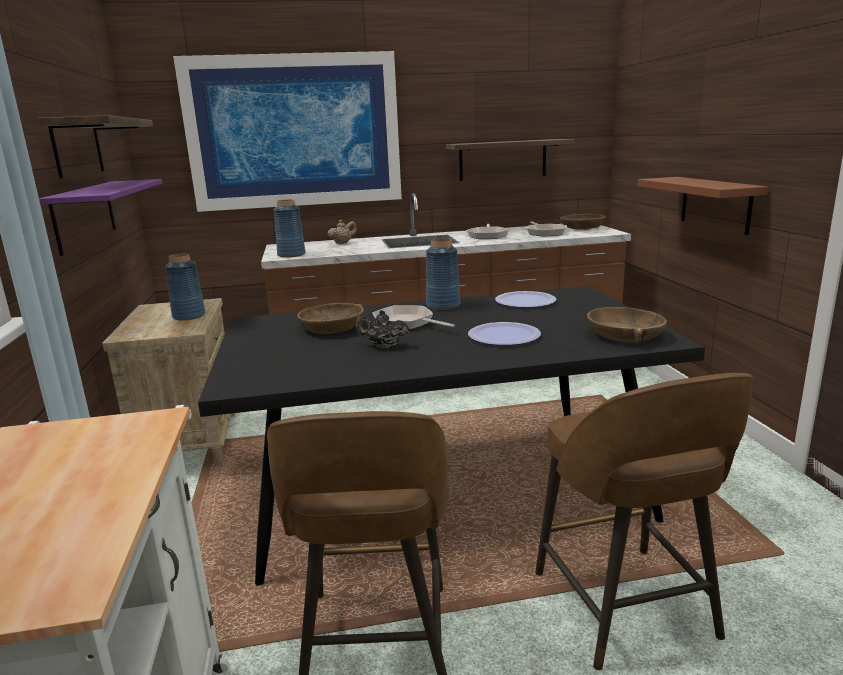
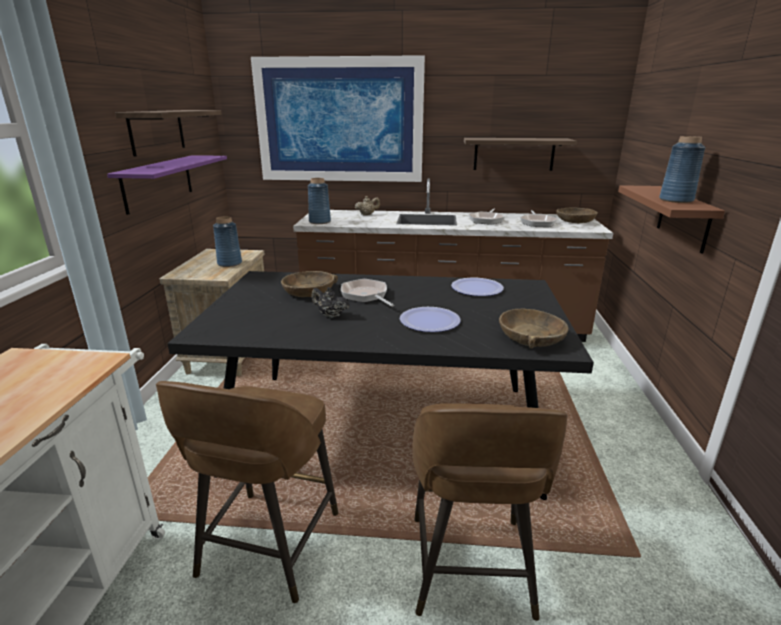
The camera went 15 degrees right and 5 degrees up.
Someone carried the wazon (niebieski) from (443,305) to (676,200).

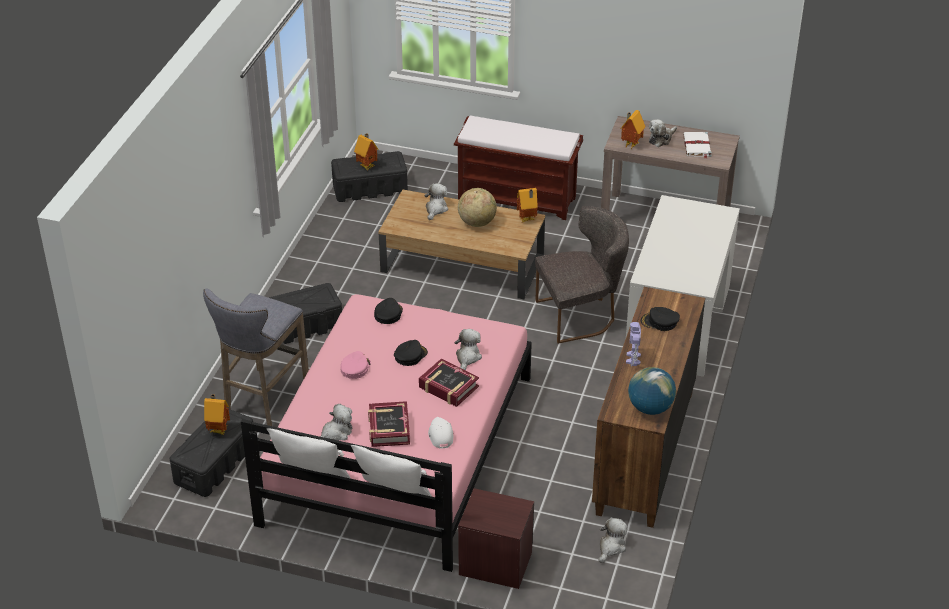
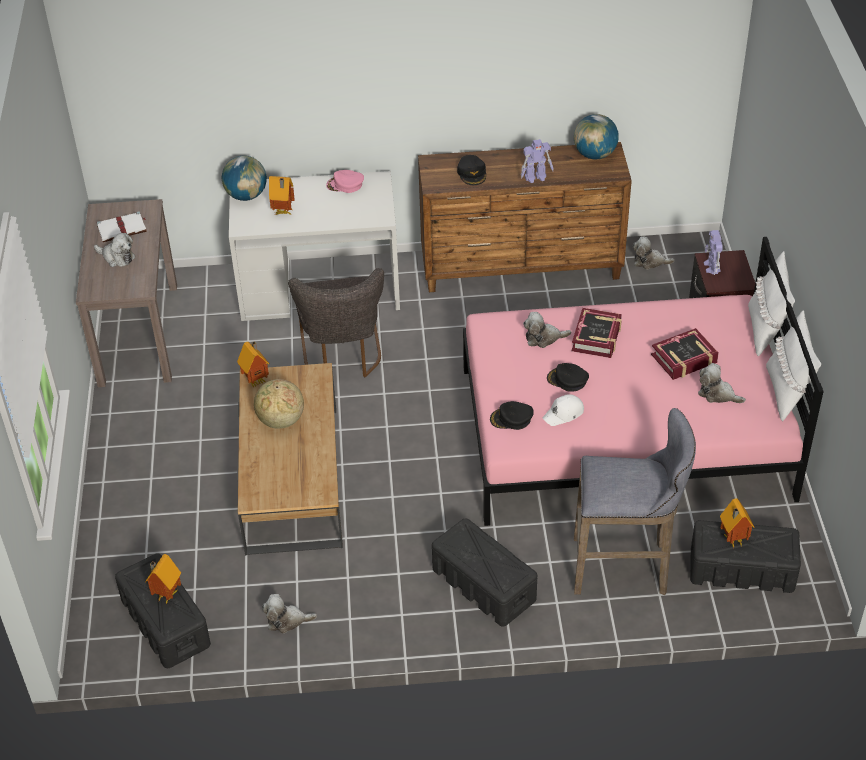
The camera went 110 degrees left and 5 degrees up.
Someone carried the czapka z daszkiem (różowy) from (355,368) to (345,185).
Someone carried the pluszak from (435,209) to (287,620).
Someone carried the czapka z daszkiem (biały) from (440,435) to (564,414).
Someone took away the ławka (brązowy) at (518,198).
Someone rotated the krzesło (szary) at (580,315) by 150 degrees counterclockwise.
Someone carried the domek from (630,145) to (283,212).
Someone put down the globus at (246,195).
Someone put down the robot zabawkowy at (712,267).

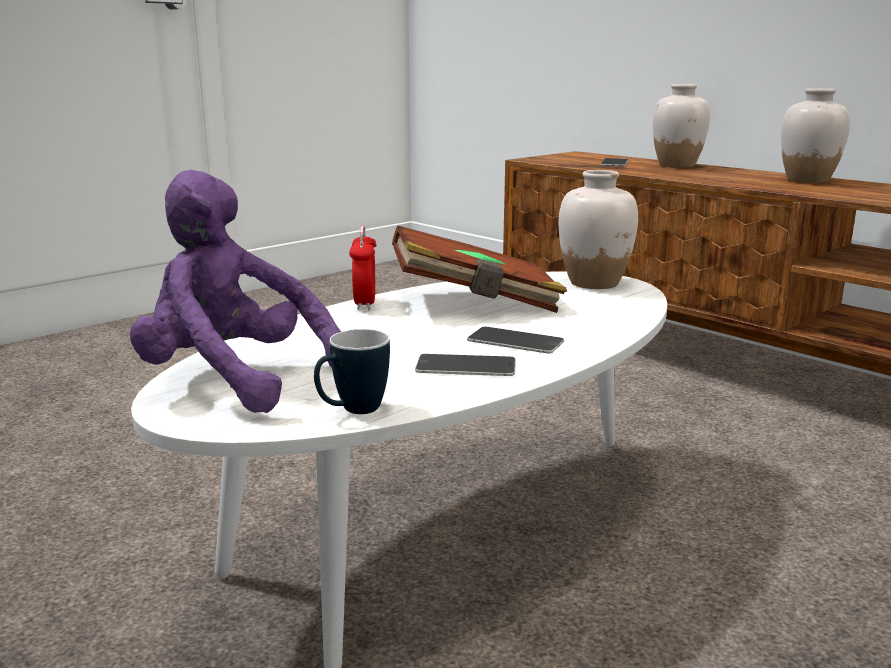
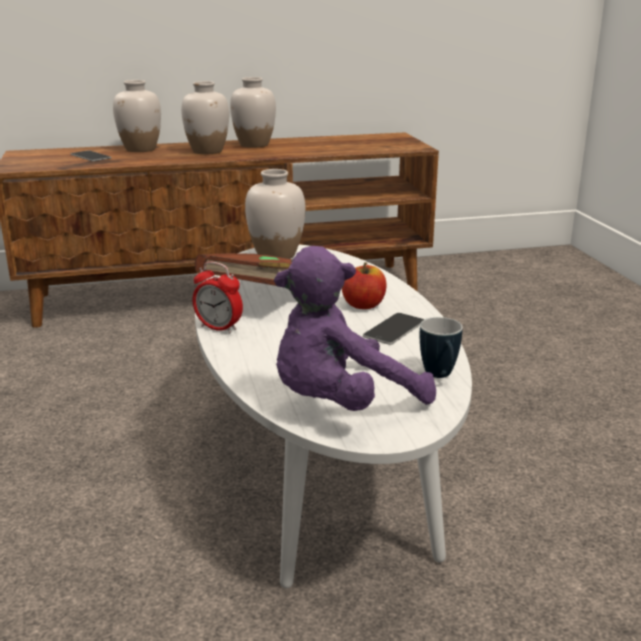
The camera went 60 degrees left and 5 degrees up.
Someone swapped the telefon at (515,341) for the jabłko at (363,305).
Someone put down the wazon (biały) at (208,151).

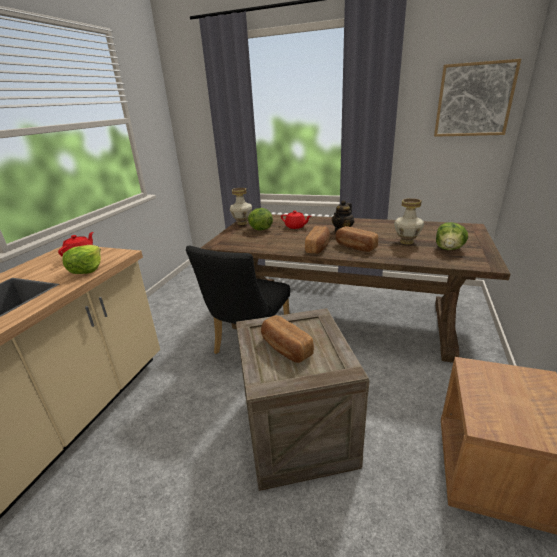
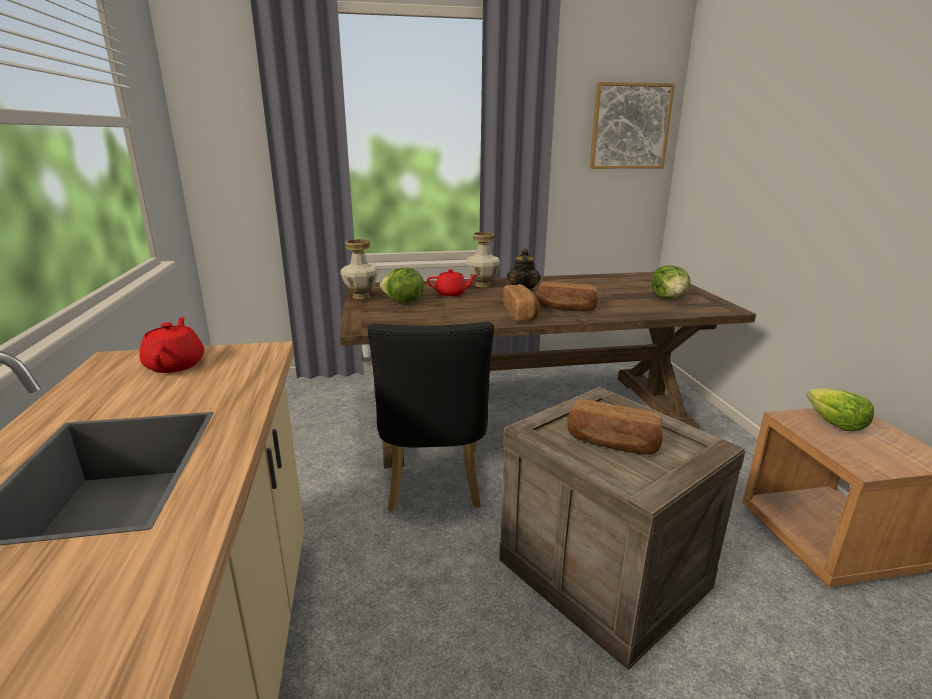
The camera went 30 degrees left and 5 degrees down.
Someone carried the sałata from (86,269) to (835,423).
Someone carried the wazon from (406,241) to (482,285).

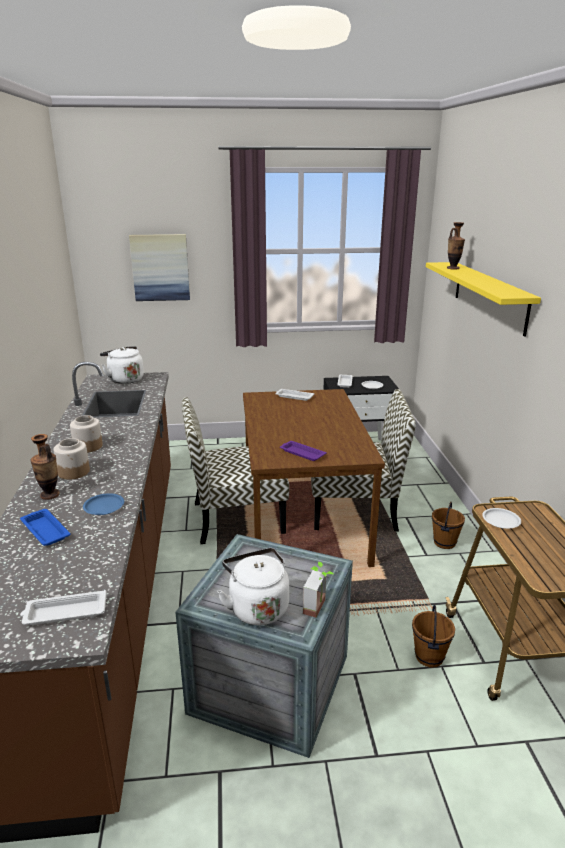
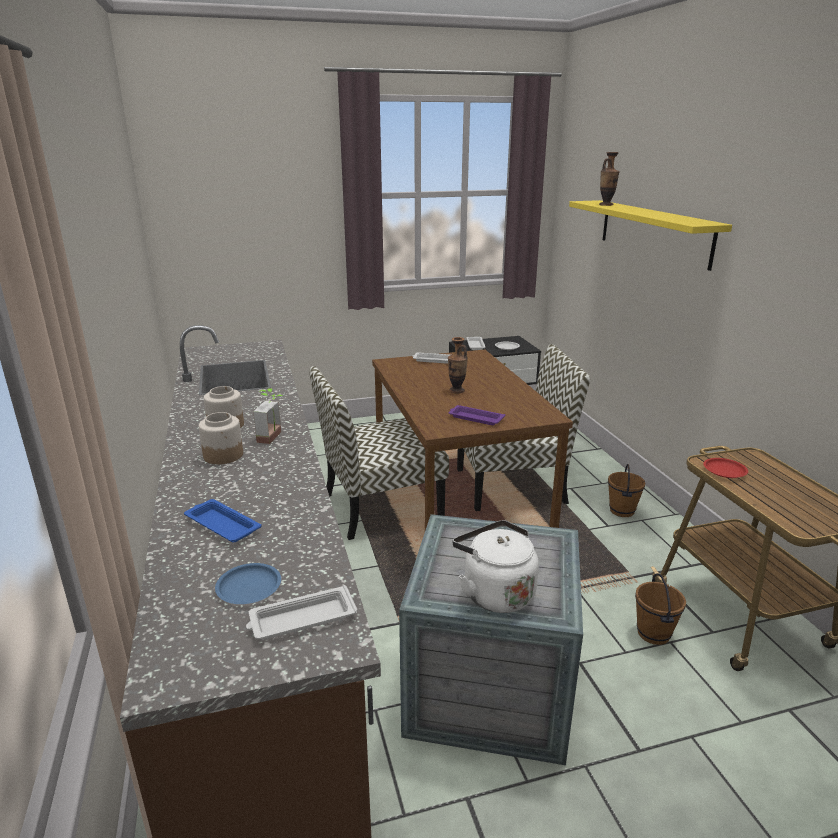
The camera went 10 degrees left and 0 degrees up.
Someone carried the wazon from (50,495) to (456,390).
Someone carried the talerz (niebieski) from (103,507) to (248,588).
Someone took away the czajnik (biały) at (124,379).
Someone took away the obraz at (160,267).
Someone carried the roślina doniczkowa from (319,608) to (274,437).
Someone repainted the talerz (biały) at (501,521), which became the talerz (czerwony) at (725,471).

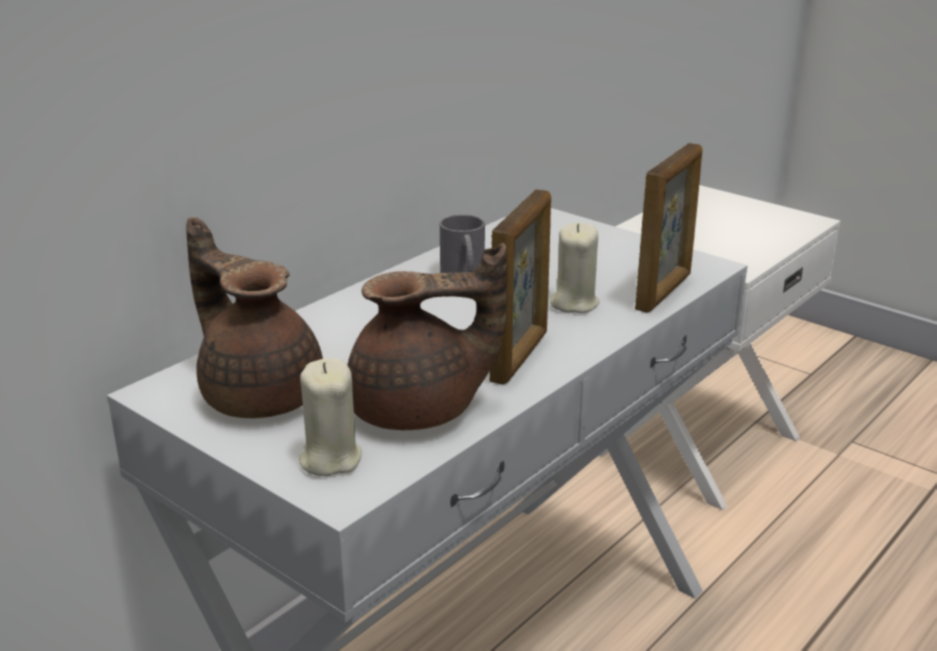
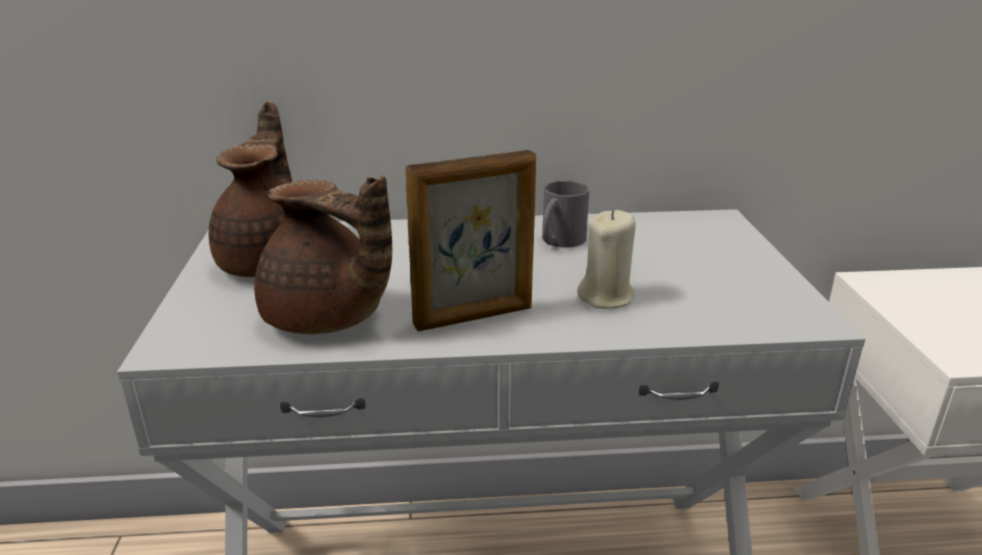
The camera went 45 degrees right and 0 degrees up.
Someone took away the świeca (beżowy) at (330,458).
Someone took away the ramka na zdjęcie at (664,292).

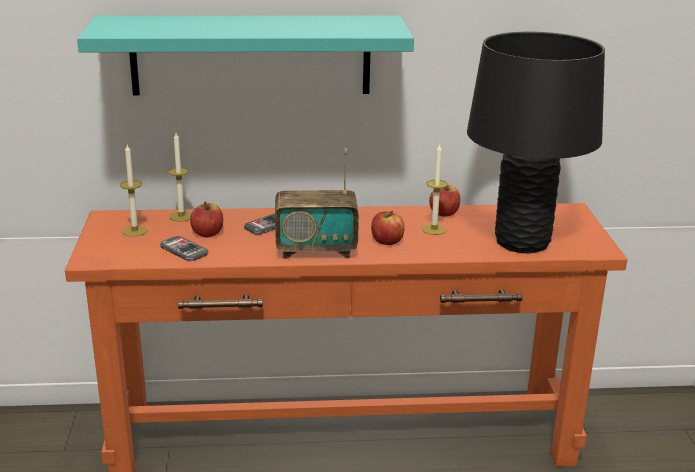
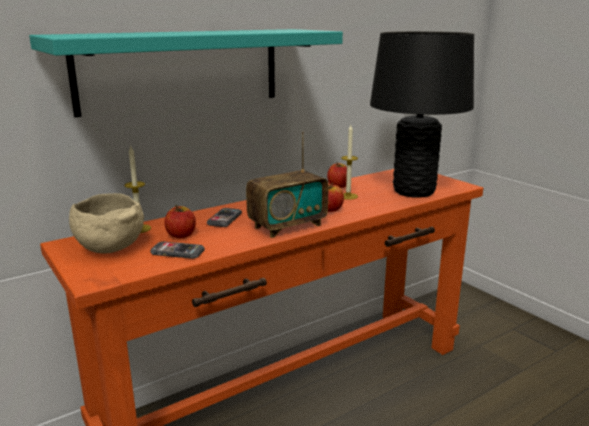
The camera went 30 degrees left and 5 degrees down.
Someone swapped the świeca at (135,231) for the miska (beżowy) at (109,248).

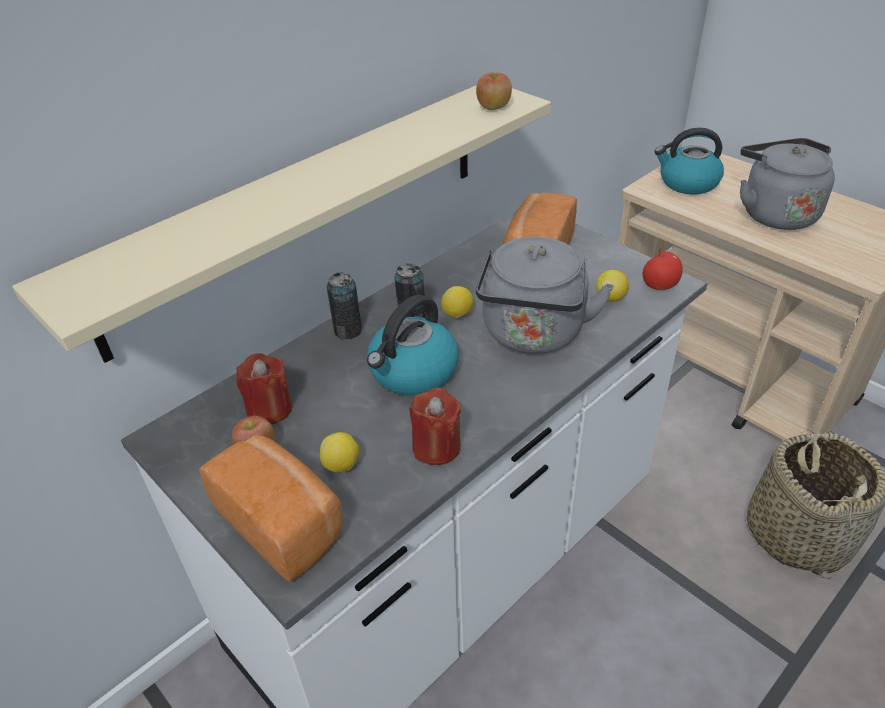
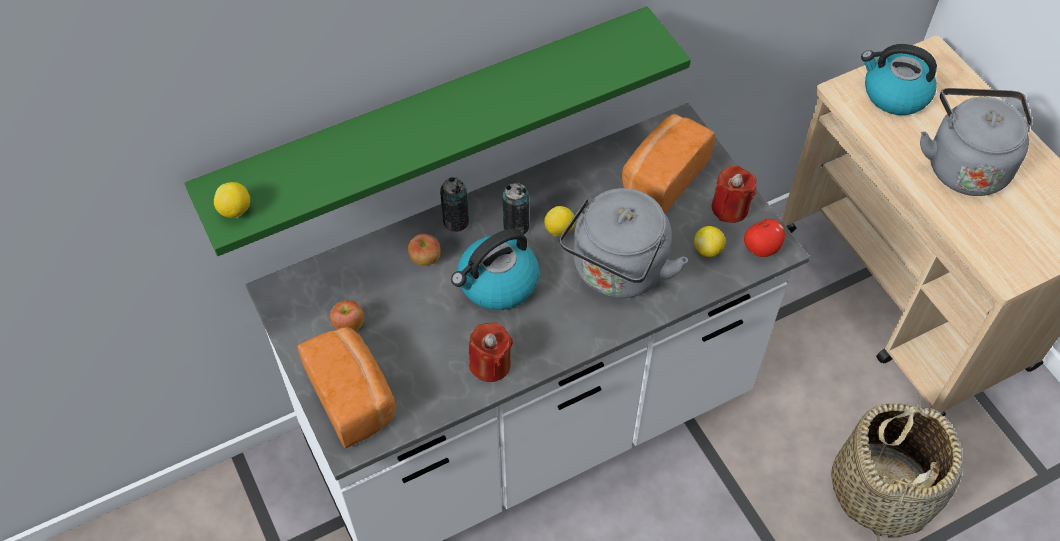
The camera went 15 degrees right and 15 degrees up.
Someone repainted the półka (beżowy) at (303,210), which became the półka (zielony) at (431,121).
Someone carried the świeca (czerwony) from (269,409) to (730,208).
Someone carried the cytryna from (342,465) to (236,211).
Someone carried the jabłko from (493,108) to (425,259).

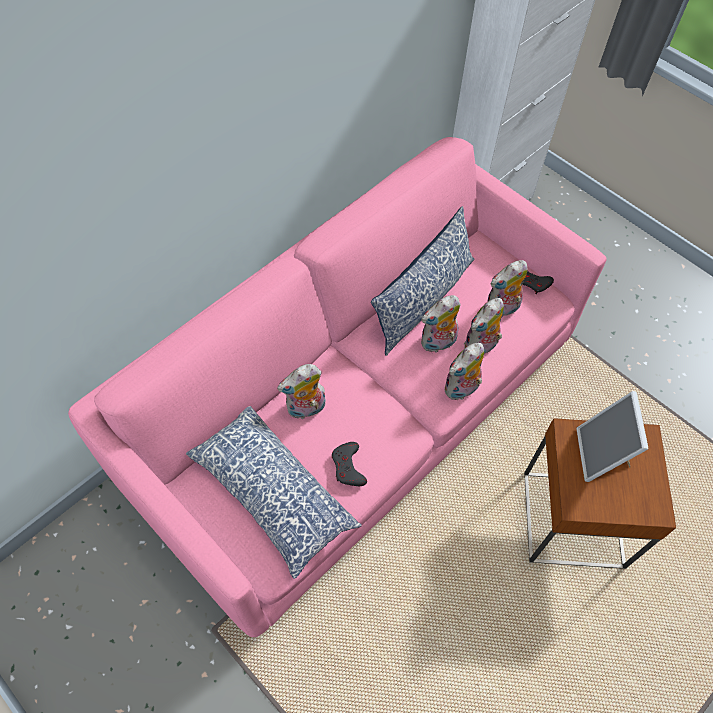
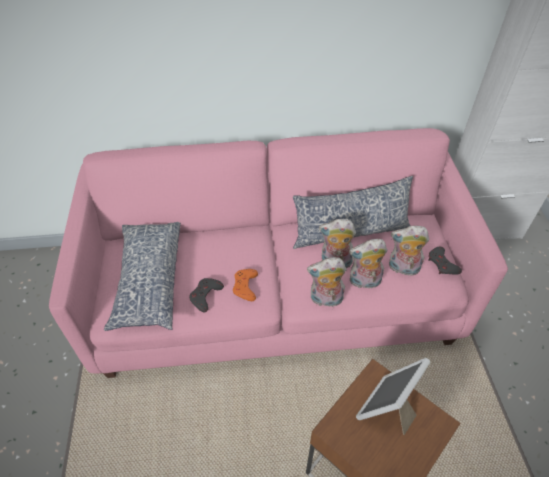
The camera went 40 degrees right and 10 degrees down.
Someone took away the pluszak at (306,409).
Someone put down the pad do gier (pomarańczowy) at (245,286).

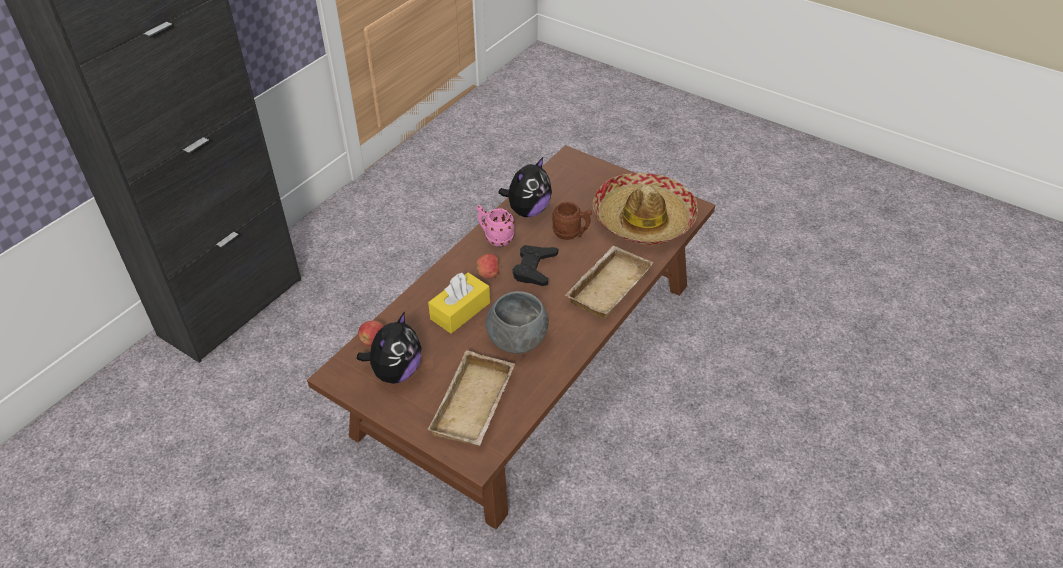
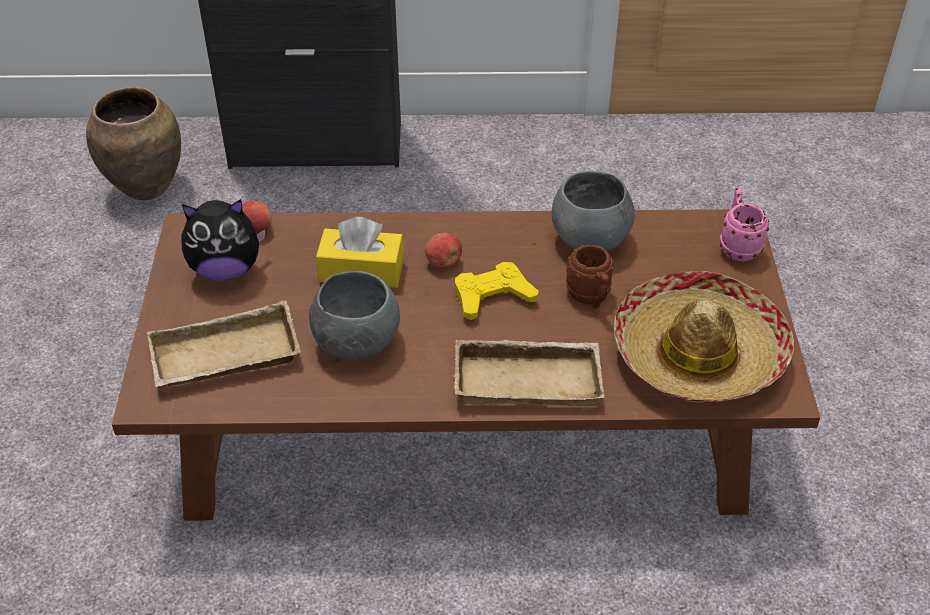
The camera went 55 degrees right and 0 degrees up.
Someone carried the kubek (różowy) from (495,238) to (737,246).
Someone swapped the pluszak at (527,210) for the miska (szary) at (591,238).
Someone repainted the pad do gier (czarny) at (534,268), which became the pad do gier (żółty) at (492,296).
Someone put down the wazon (brązowy) at (147,187).

